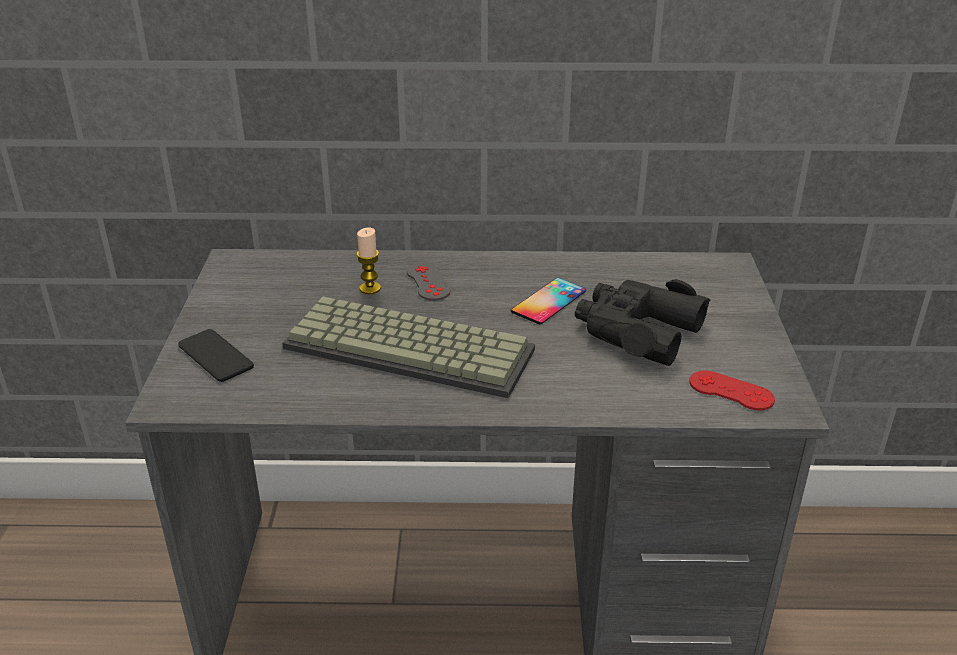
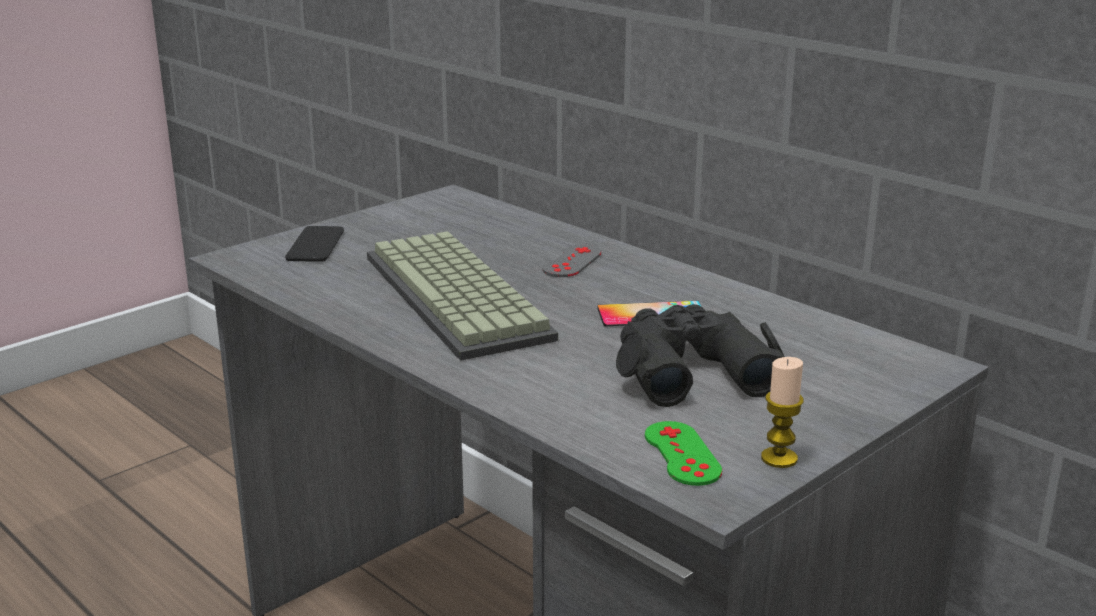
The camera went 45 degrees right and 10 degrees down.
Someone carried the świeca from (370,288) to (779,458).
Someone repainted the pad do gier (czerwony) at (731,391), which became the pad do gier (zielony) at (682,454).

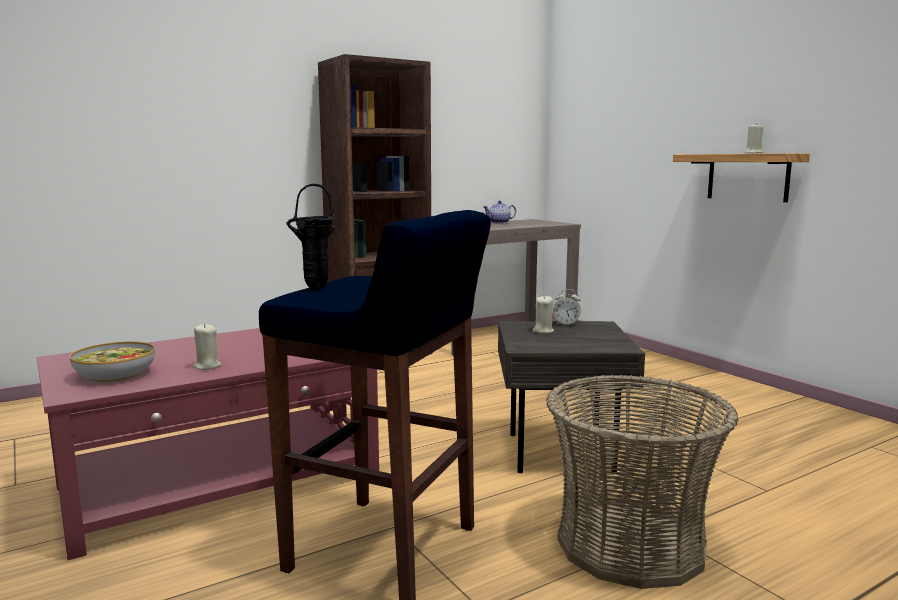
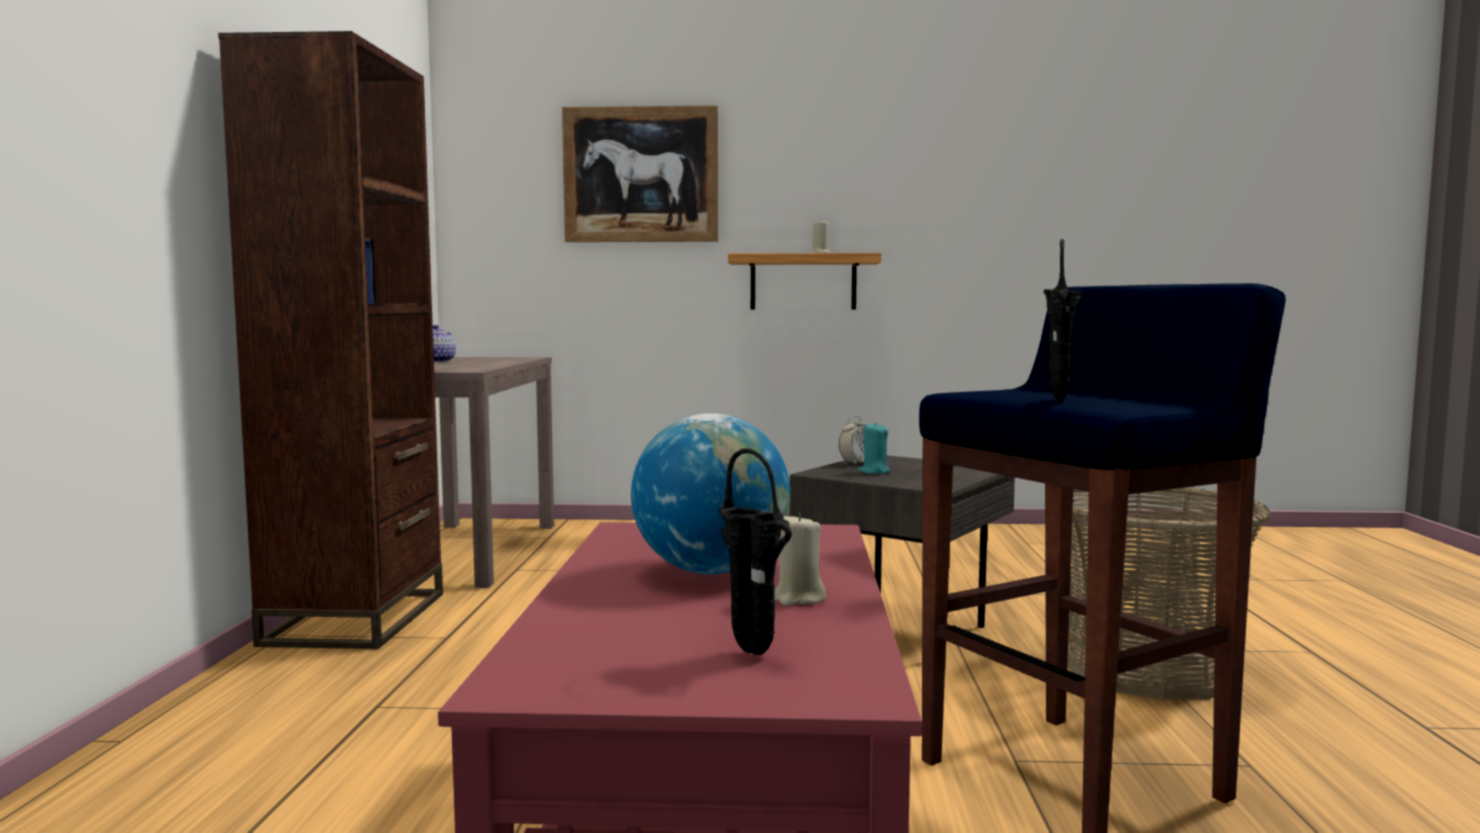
The camera went 55 degrees left and 5 degrees down.
Someone swapped the miska at (115,375) for the wazon (czarny) at (757,655).
Someone repainted the świeca (beżowy) at (543,331), which became the świeca (turkusowy) at (874,472).
Someone put up the obraz at (641,175).
Someone put down the globus at (710,571).

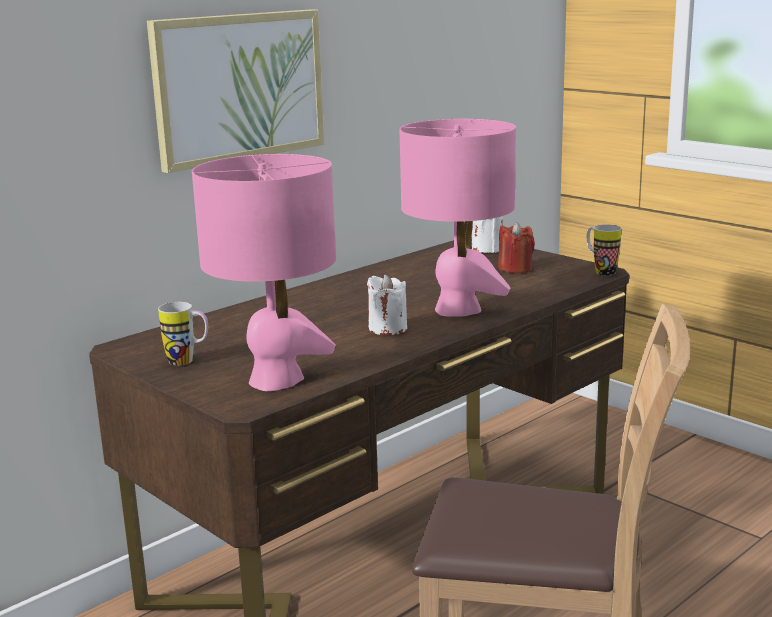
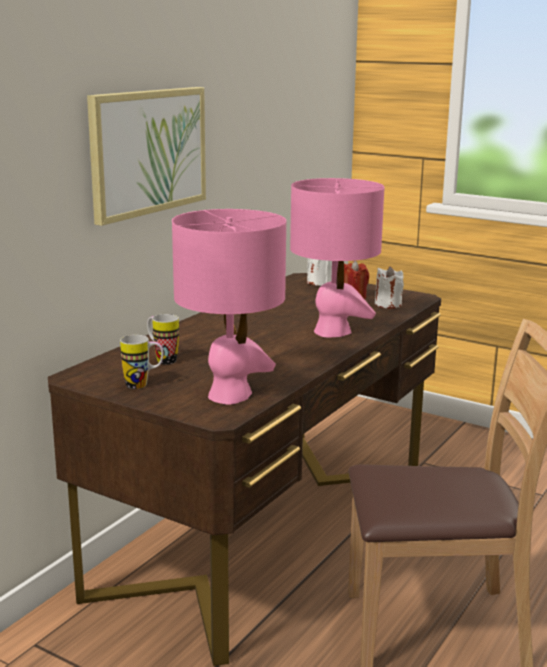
The camera went 15 degrees left and 0 degrees up.
Someone carried the świeca (biały) from (387,328) to (388,304).
Someone carried the kubek from (600,271) to (162,359).

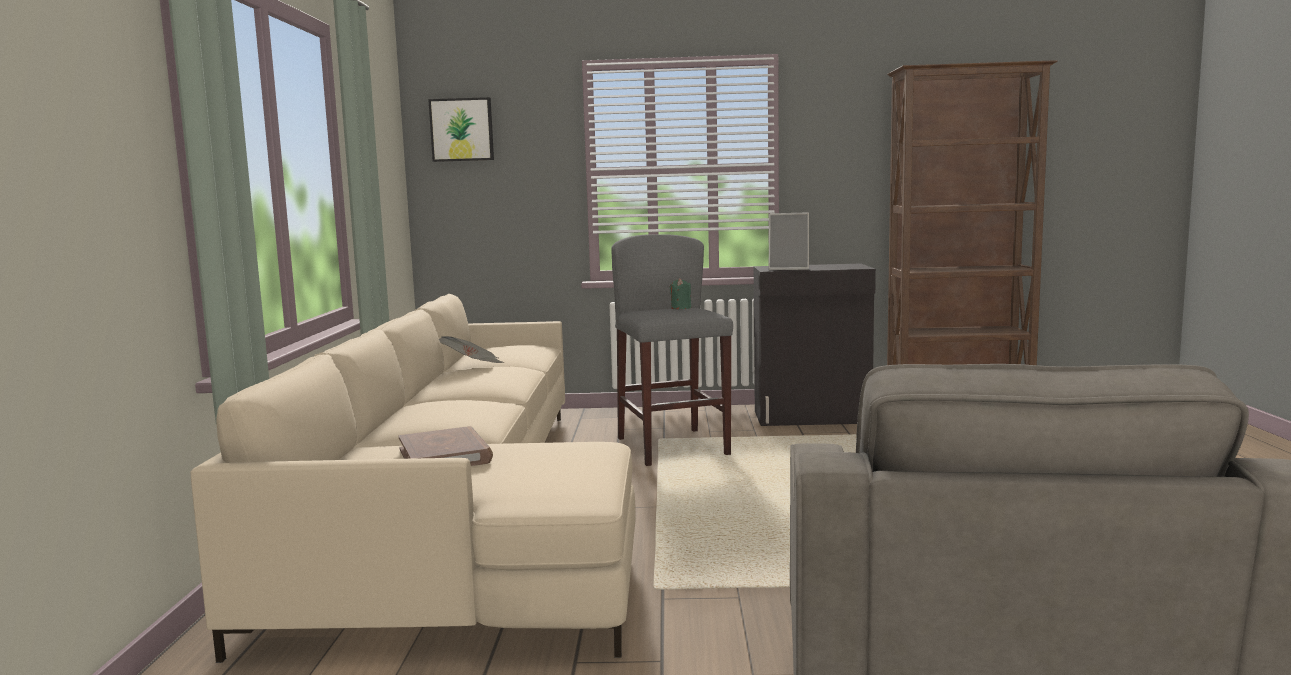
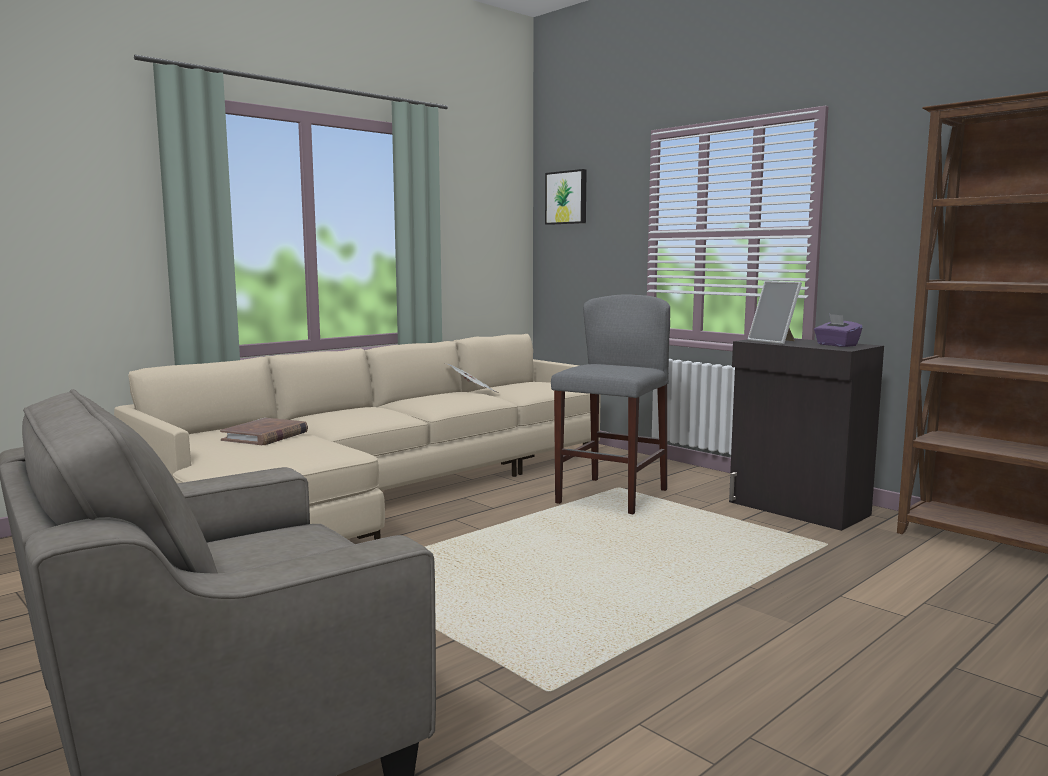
The camera went 45 degrees right and 0 degrees up.
Someone took away the świeca (zielony) at (681,308).
Someone put down the pudełko chusteczek (fioletowy) at (836,345).

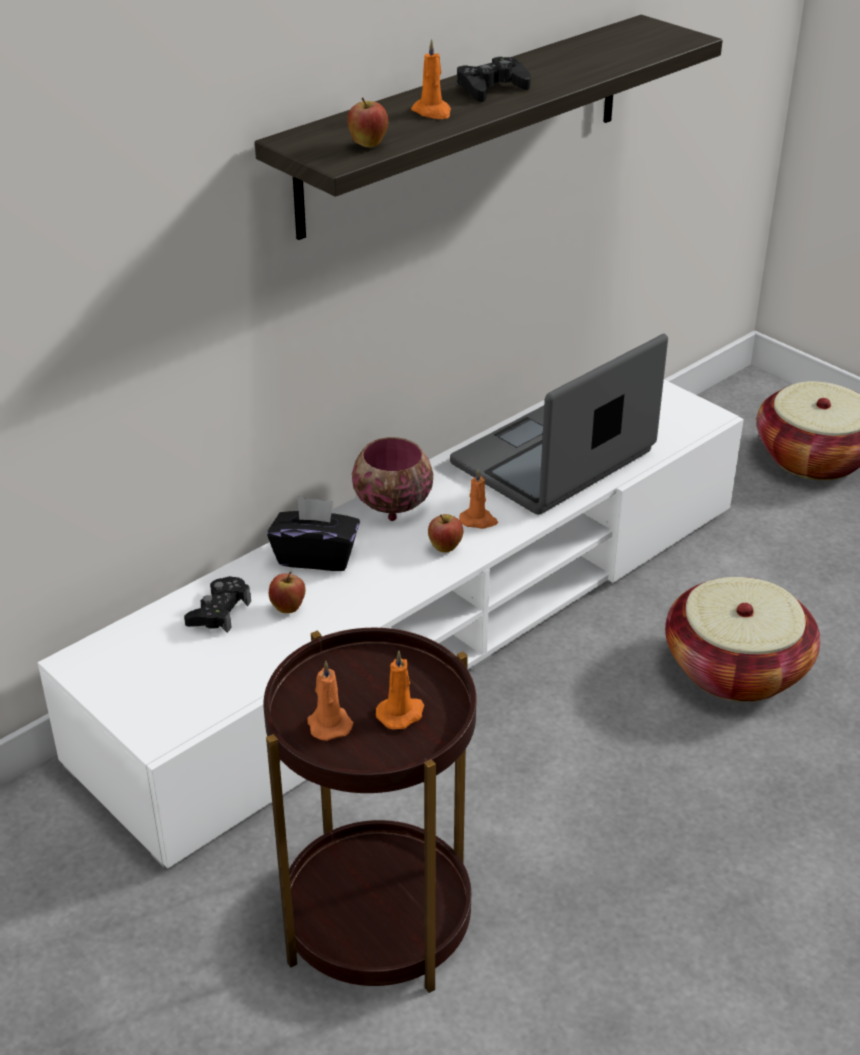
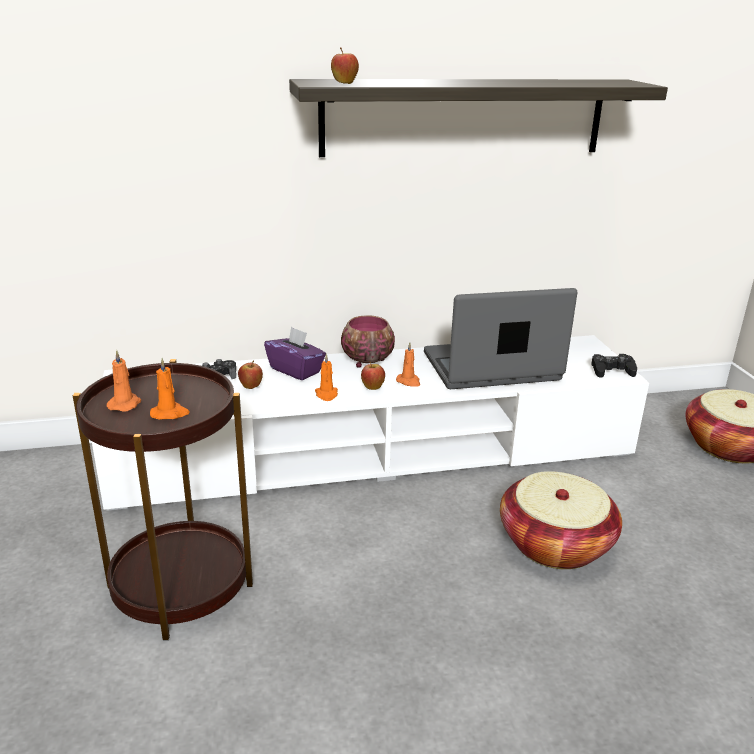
The camera went 30 degrees right and 10 degrees down.
Someone repainted the pudełko chusteczek (czarny) at (316,556), which became the pudełko chusteczek (fioletowy) at (296,370).
Someone carried the świeca (pomarańczowy) from (432,112) to (326,394).
Someone carried the pad do gier (czarny) from (491,89) to (612,371).

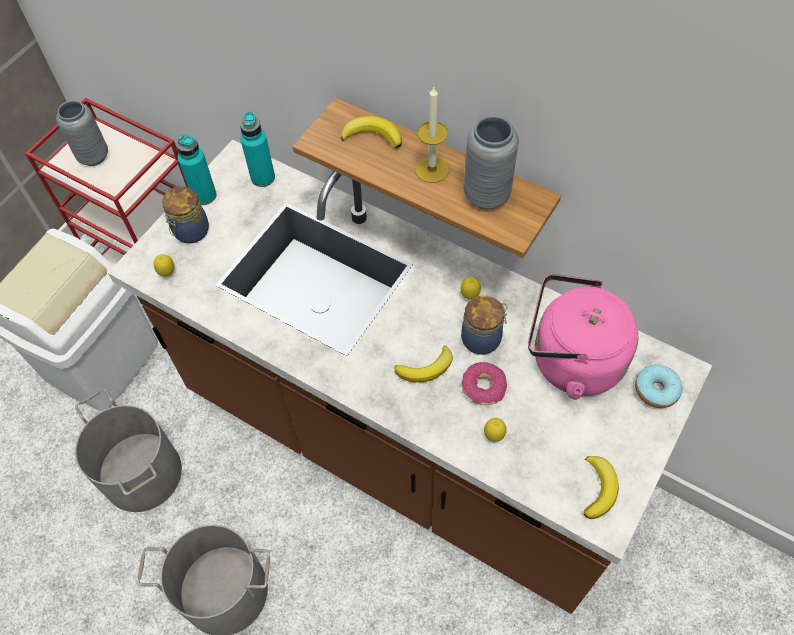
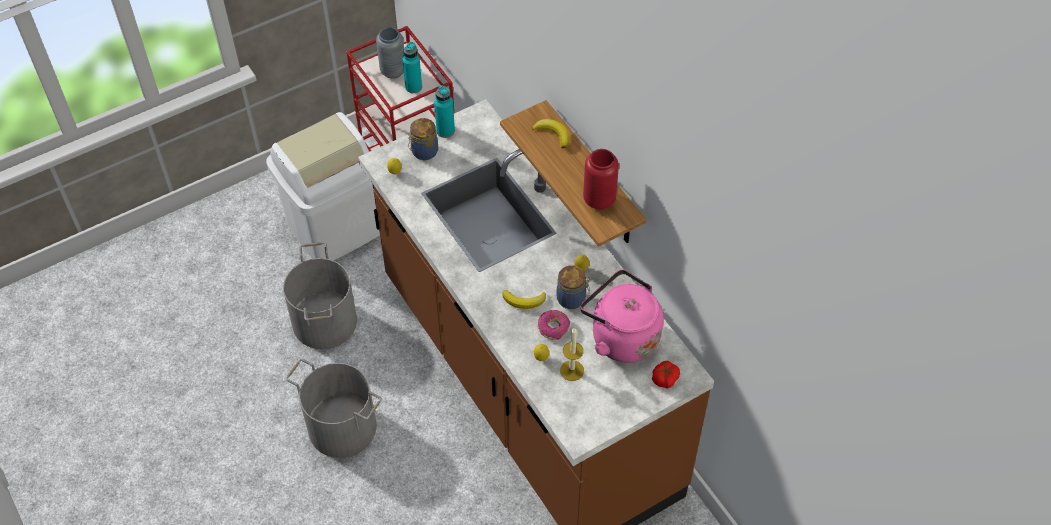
The camera went 25 degrees right and 5 degrees down.
Someone carried the butelka (turkusowy) from (263,177) to (413,87).
Someone carried the świeca from (432,169) to (572,370).
Someone repainted the wazon (szary) at (486,195), which became the wazon (czerwony) at (599,200).
Someone took away the banan at (598,488).
Someone swapped the donut at (656,390) for the pomidor at (665,378).

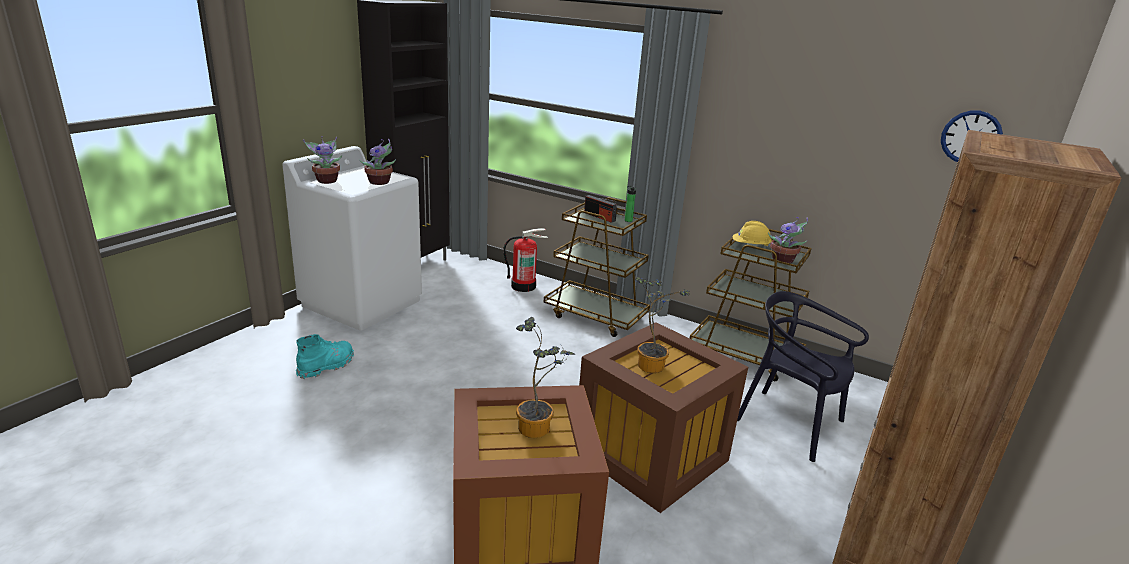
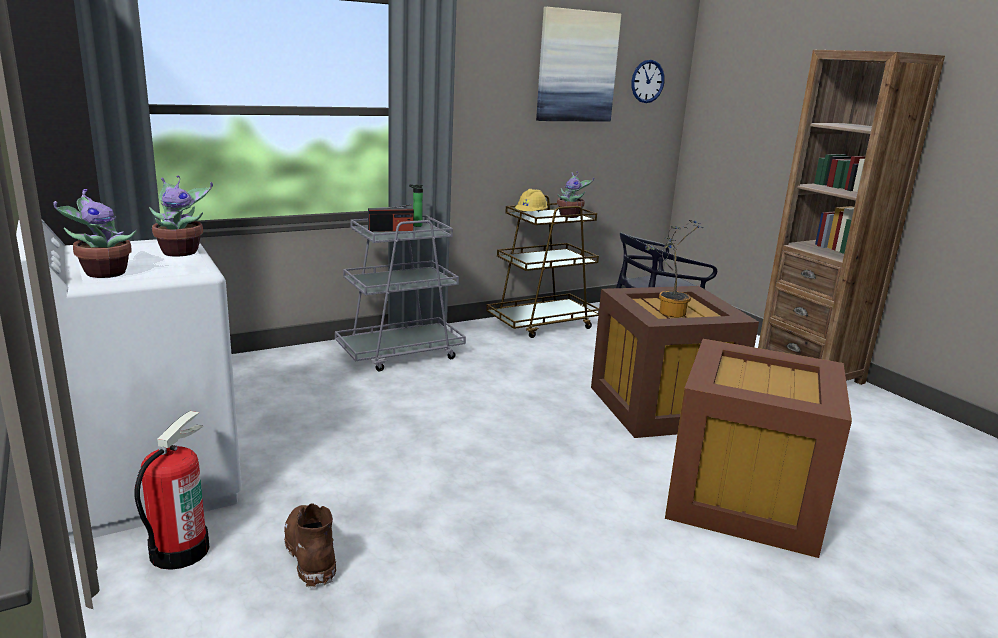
The camera went 60 degrees left and 5 degrees down.
Someone repainted the but z cholewką (turkusowy) at (327,366), which became the but z cholewką (brązowy) at (311,555).
Someone carried the gaśnica from (523,286) to (179,550).
Someone took away the roślina doniczkowa at (538,427).
Someone repainted the wózek (brązowy) at (596,316), which became the wózek (szary) at (400,353).
Someone put up the obraz at (576,66).

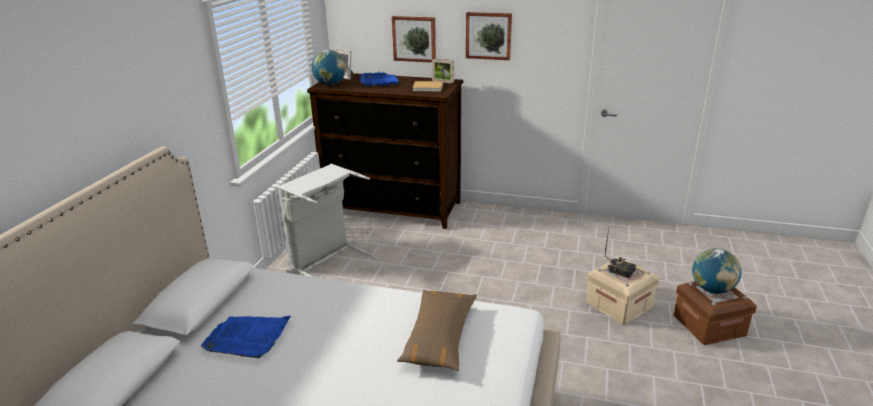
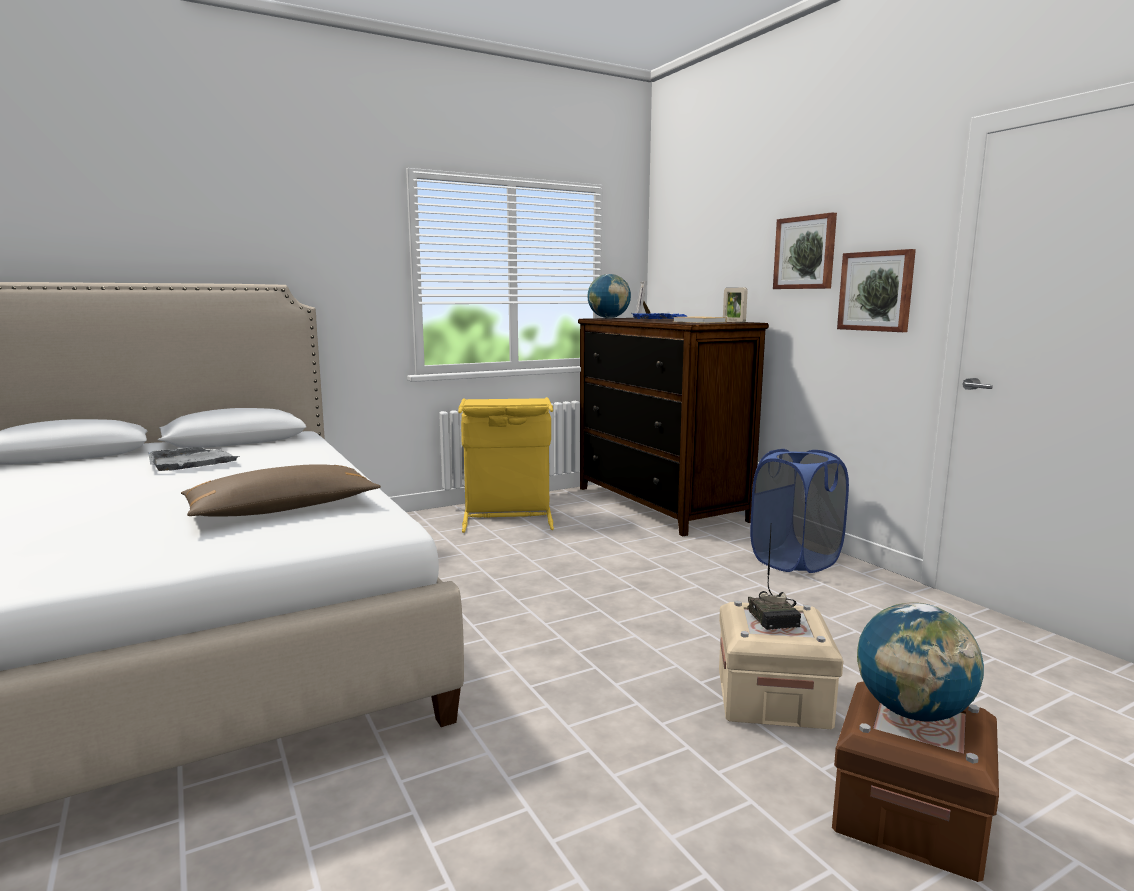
The camera went 45 degrees right and 15 degrees down.
Someone repainted the taca (niebieski) at (248,338), which became the taca (szary) at (192,462).
Someone repainted the kosz na pranie (szary) at (327,260), which became the kosz na pranie (żółty) at (507,517).
Someone carried the obraz from (414,39) to (876,291).
Someone put down the kosz na pranie (niebieski) at (795,561).

